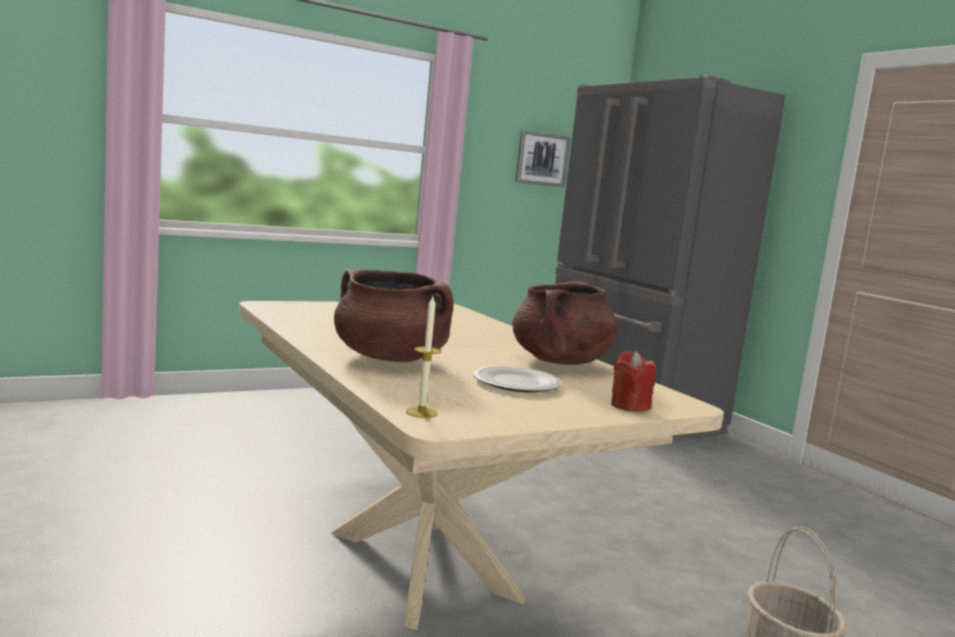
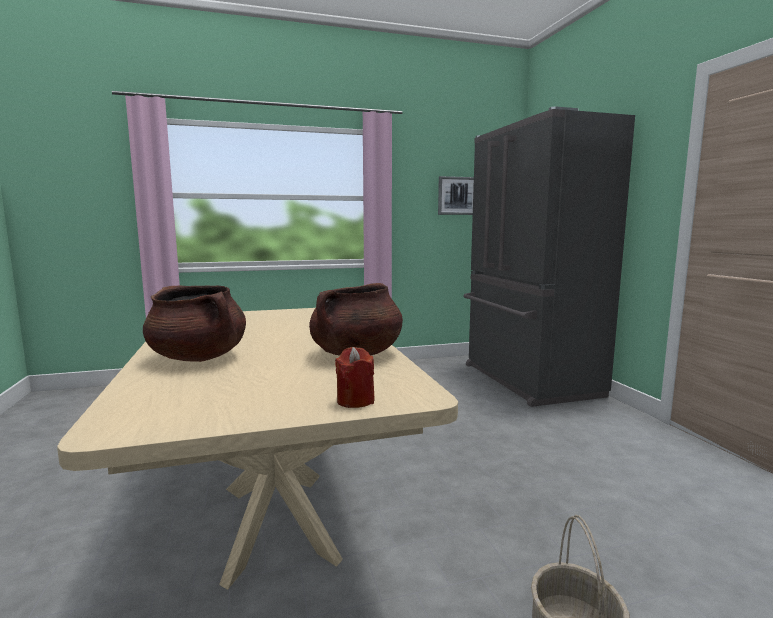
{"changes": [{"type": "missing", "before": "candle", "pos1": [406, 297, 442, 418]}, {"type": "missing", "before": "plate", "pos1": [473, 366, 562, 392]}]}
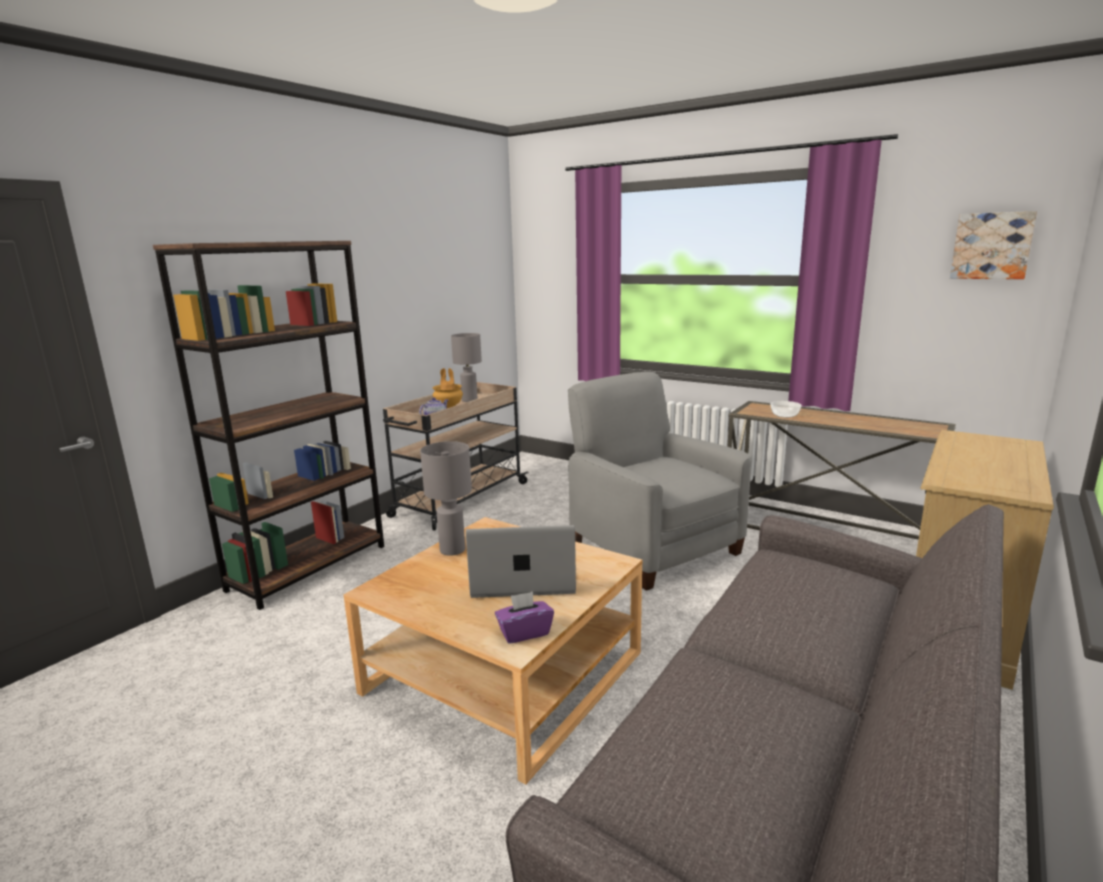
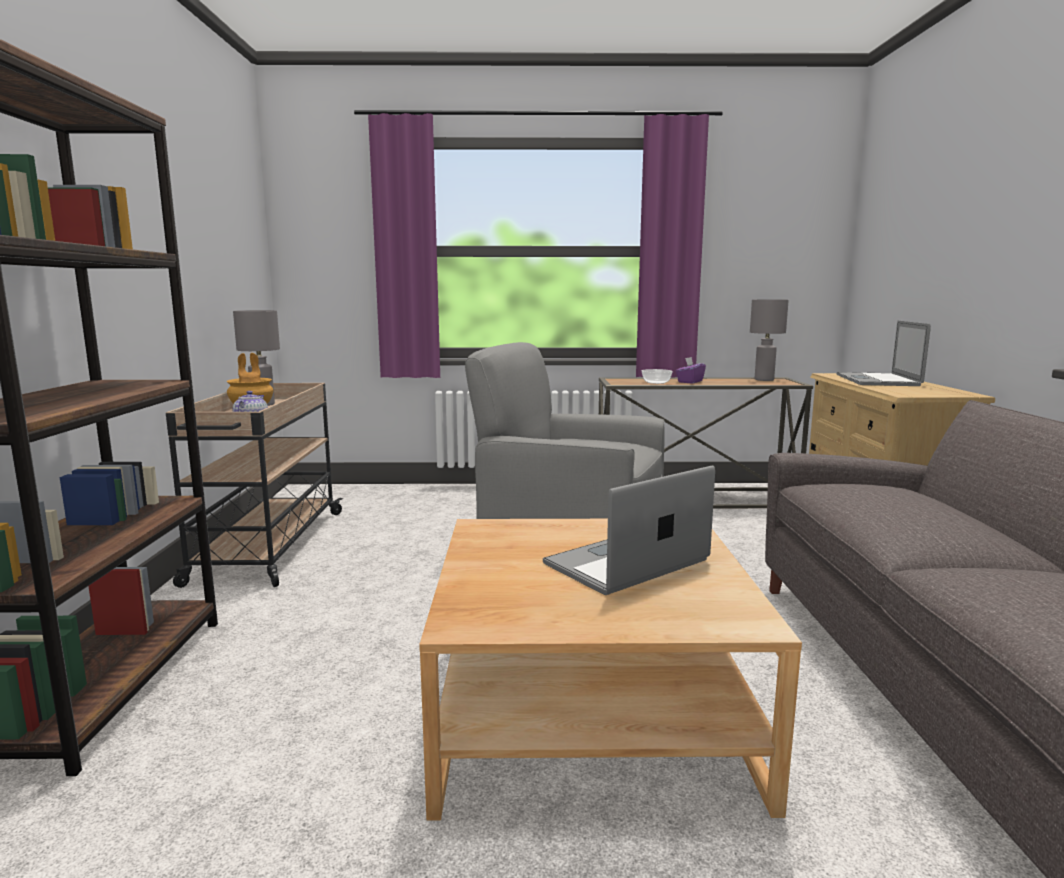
{"changes": [{"type": "relocated", "before": "purple tissue box", "pos1": [495, 592, 554, 644], "pos2": [676, 357, 706, 383]}, {"type": "relocated", "before": "grey table lamp", "pos1": [420, 441, 472, 556], "pos2": [750, 299, 789, 381]}, {"type": "appeared", "after": "laptop", "pos2": [836, 320, 931, 386]}, {"type": "missing", "before": "picture", "pos1": [950, 211, 1037, 279]}]}
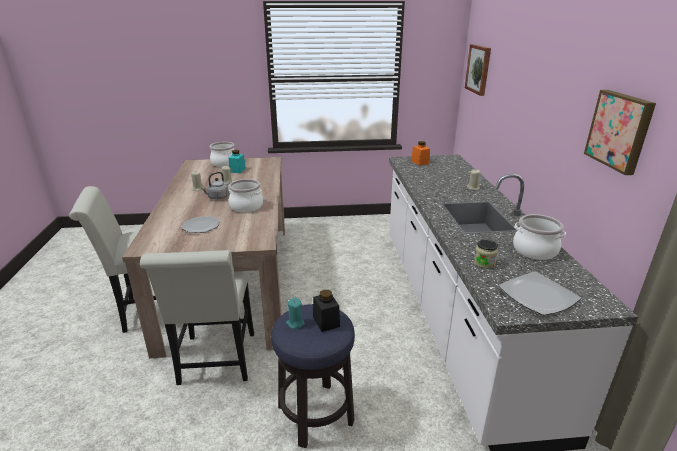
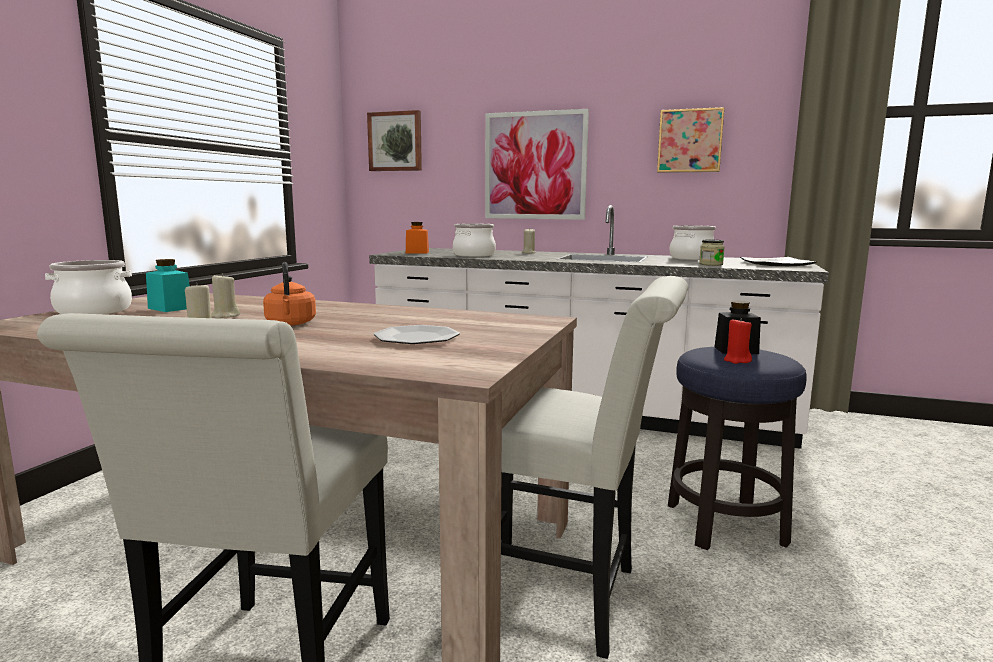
{"changes": [{"type": "colour", "before": "grey kettle", "after": "orange kettle", "pos1": [201, 172, 229, 199], "pos2": [263, 262, 316, 326]}, {"type": "relocated", "before": "cooking pot", "pos1": [228, 179, 263, 212], "pos2": [453, 223, 496, 257]}, {"type": "appeared", "after": "picture", "pos2": [485, 109, 589, 220]}, {"type": "colour", "before": "turquoise candle", "after": "red candle", "pos1": [286, 298, 305, 329], "pos2": [724, 318, 752, 364]}]}
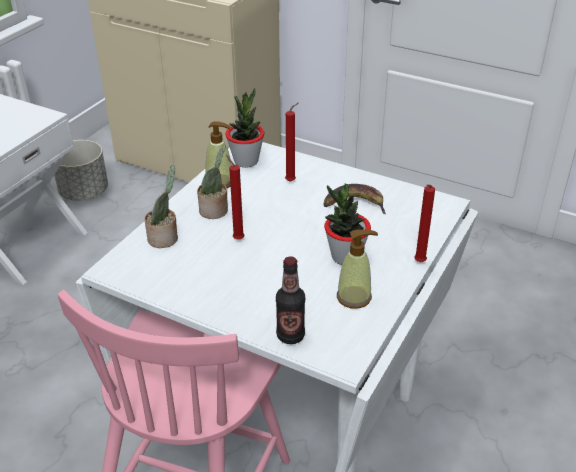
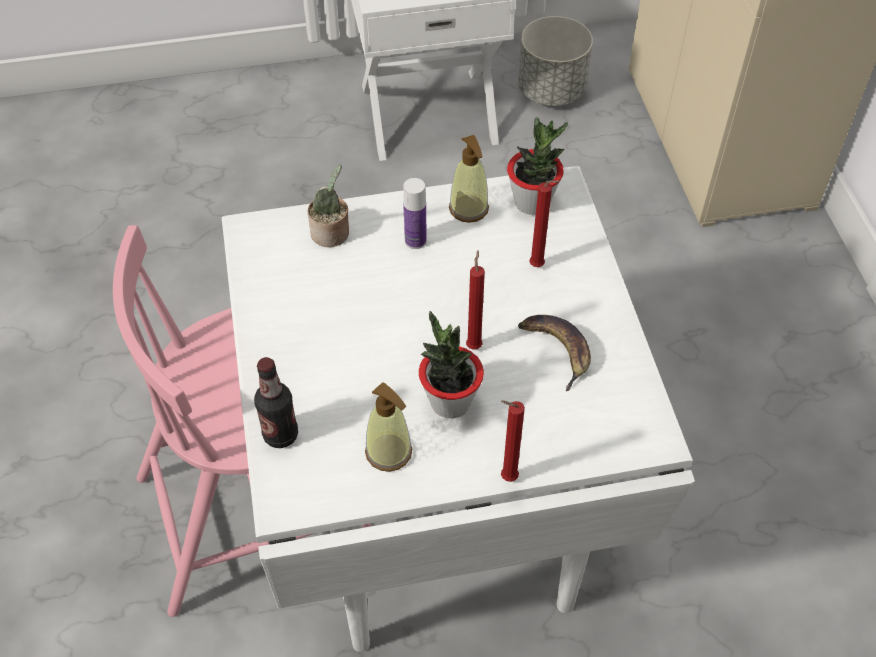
{"changes": [{"type": "exchanged", "before": "potted plant", "after": "bottle", "pos1": [197, 145, 228, 219], "pos2": [403, 178, 427, 249]}, {"type": "relocated", "before": "red candle", "pos1": [226, 155, 244, 240], "pos2": [466, 250, 485, 350]}]}
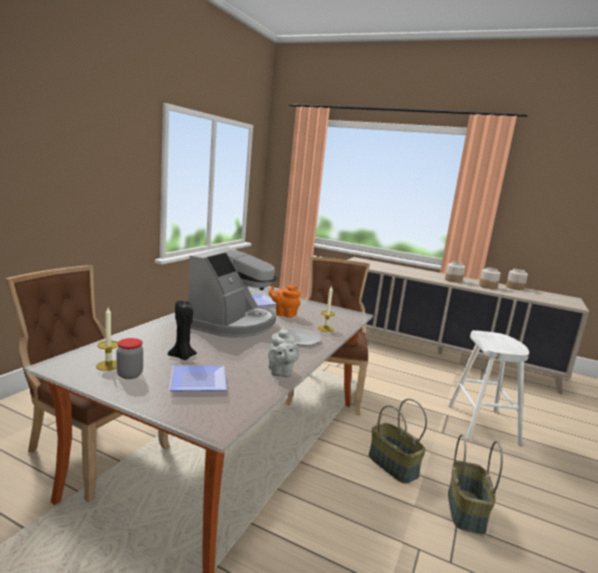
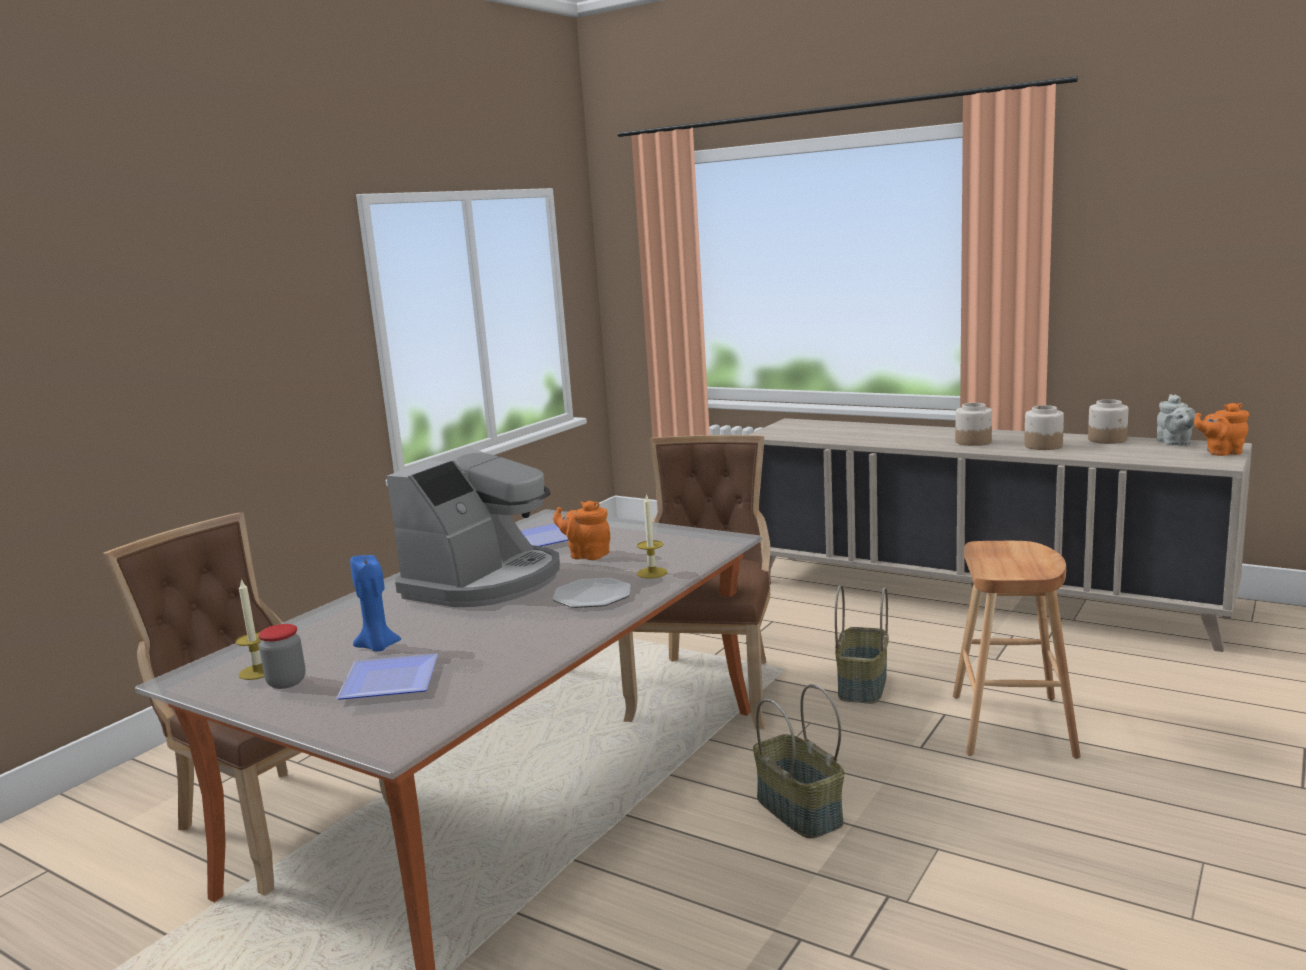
{"changes": [{"type": "colour", "before": "black candle", "after": "blue candle", "pos1": [168, 301, 197, 360], "pos2": [350, 555, 401, 651]}, {"type": "relocated", "before": "basket", "pos1": [448, 434, 503, 534], "pos2": [835, 585, 889, 704]}, {"type": "colour", "before": "white stool", "after": "brown stool", "pos1": [448, 330, 529, 446], "pos2": [953, 541, 1081, 759]}, {"type": "relocated", "before": "grey teapot", "pos1": [268, 328, 299, 378], "pos2": [1157, 394, 1196, 445]}, {"type": "appeared", "after": "orange teapot", "pos2": [1194, 403, 1249, 456]}]}
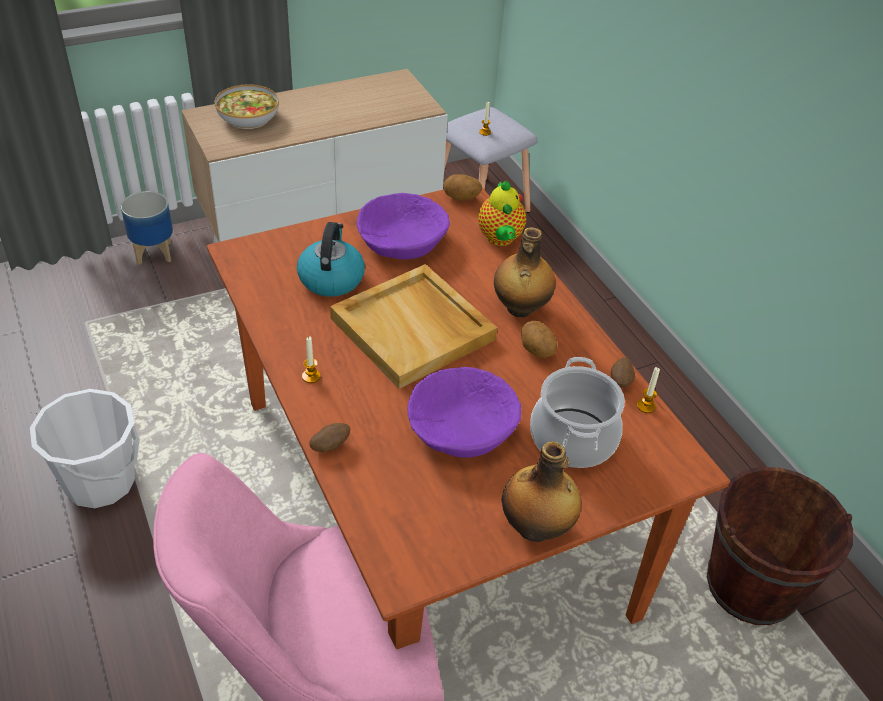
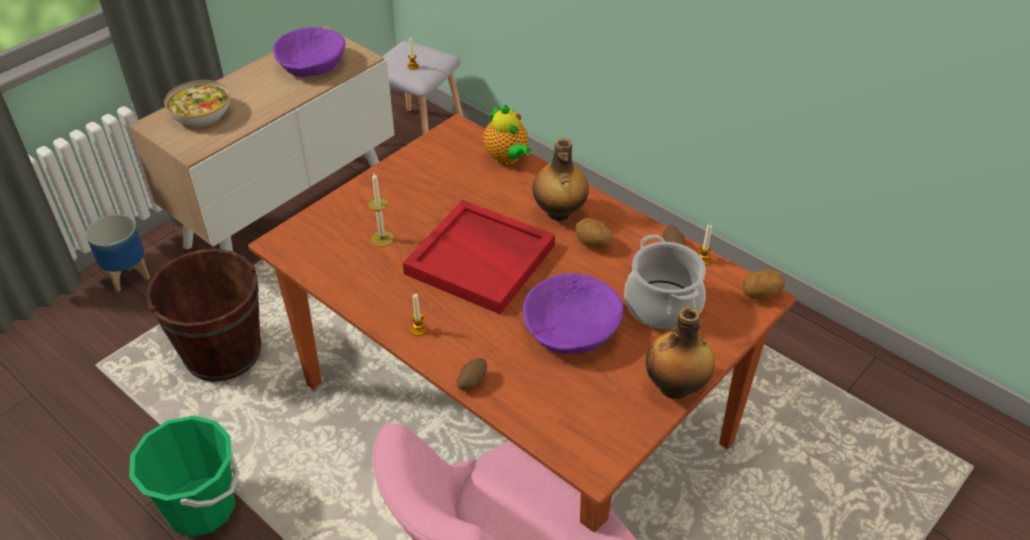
{"changes": [{"type": "colour", "before": "white bucket", "after": "green bucket", "pos1": [30, 389, 140, 508], "pos2": [129, 416, 239, 537]}, {"type": "relocated", "before": "brown bucket", "pos1": [707, 467, 853, 625], "pos2": [146, 249, 261, 382]}, {"type": "relocated", "before": "purple bowl", "pos1": [357, 193, 450, 259], "pos2": [273, 27, 345, 77]}, {"type": "exchanged", "before": "kettle", "after": "candle", "pos1": [297, 222, 365, 297], "pos2": [368, 173, 394, 247]}, {"type": "colour", "before": "beige tray", "after": "red tray", "pos1": [330, 264, 497, 389], "pos2": [403, 200, 555, 314]}, {"type": "relocated", "before": "potato", "pos1": [443, 174, 482, 201], "pos2": [742, 270, 786, 300]}]}
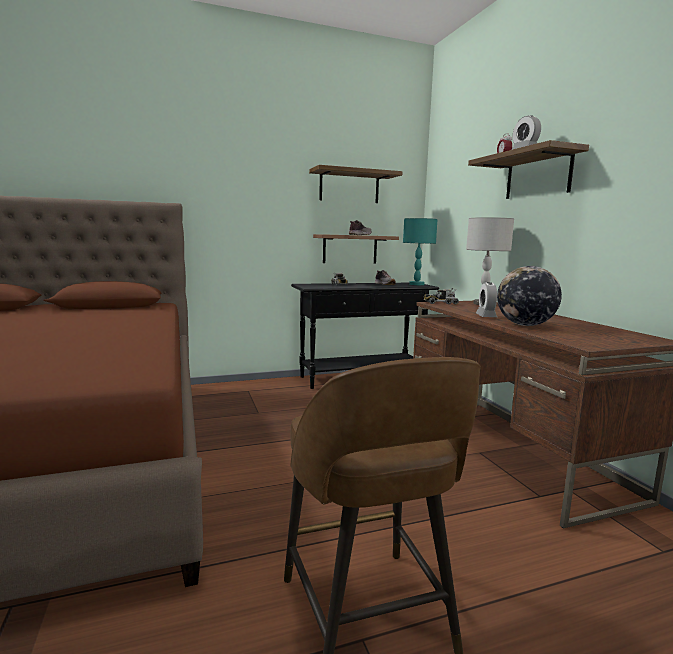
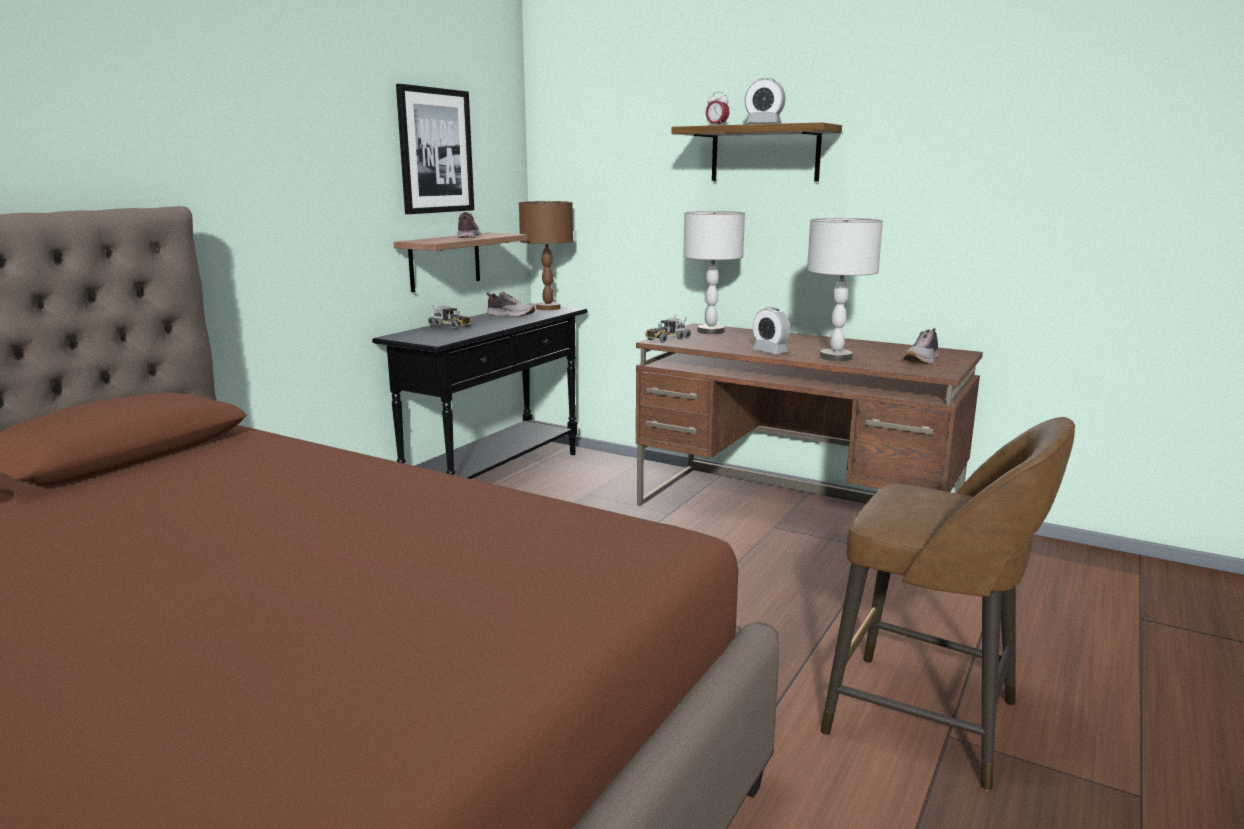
{"changes": [{"type": "exchanged", "before": "shelf", "after": "picture", "pos1": [309, 165, 403, 203], "pos2": [396, 84, 474, 214]}, {"type": "colour", "before": "turquoise table lamp", "after": "brown table lamp", "pos1": [403, 218, 438, 285], "pos2": [519, 201, 573, 310]}, {"type": "exchanged", "before": "globe", "after": "grey table lamp", "pos1": [497, 266, 562, 326], "pos2": [807, 218, 883, 361]}, {"type": "appeared", "after": "shoe", "pos2": [903, 328, 939, 364]}]}
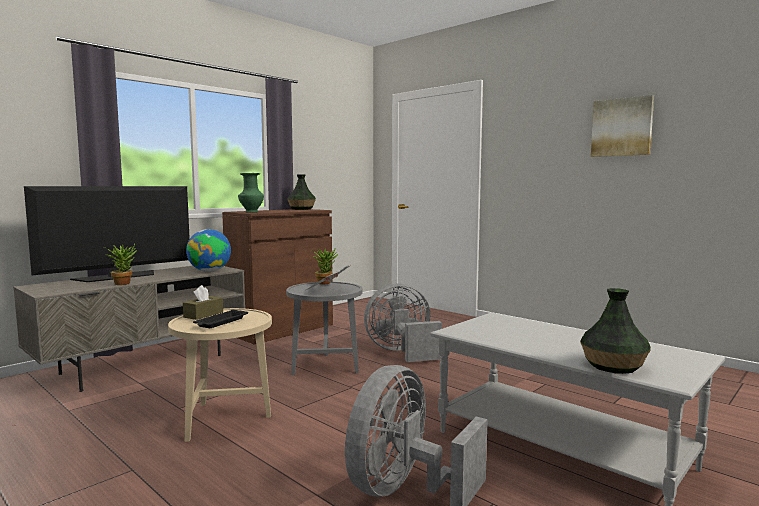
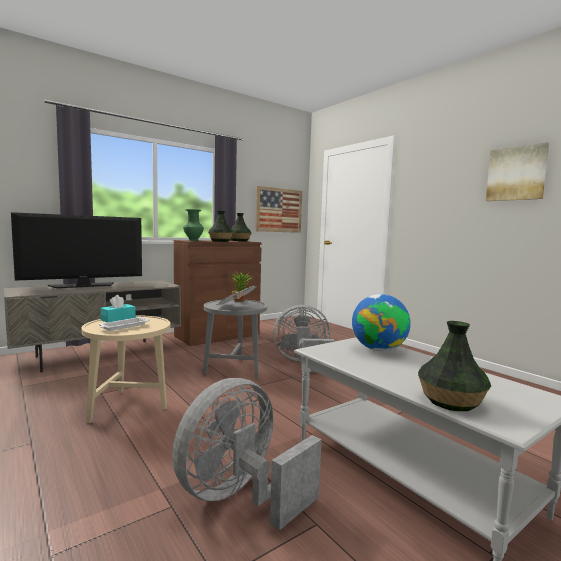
{"changes": [{"type": "colour", "before": "black tray", "after": "white tray", "pos1": [193, 309, 248, 328], "pos2": [99, 316, 150, 331]}, {"type": "colour", "before": "brown tissue box", "after": "turquoise tissue box", "pos1": [183, 285, 223, 320], "pos2": [100, 295, 136, 322]}, {"type": "appeared", "after": "vase", "pos2": [208, 211, 233, 242]}, {"type": "appeared", "after": "picture", "pos2": [255, 186, 302, 233]}, {"type": "relocated", "before": "globe", "pos1": [186, 229, 231, 272], "pos2": [352, 294, 411, 351]}, {"type": "missing", "before": "potted plant", "pos1": [104, 244, 137, 285]}]}
